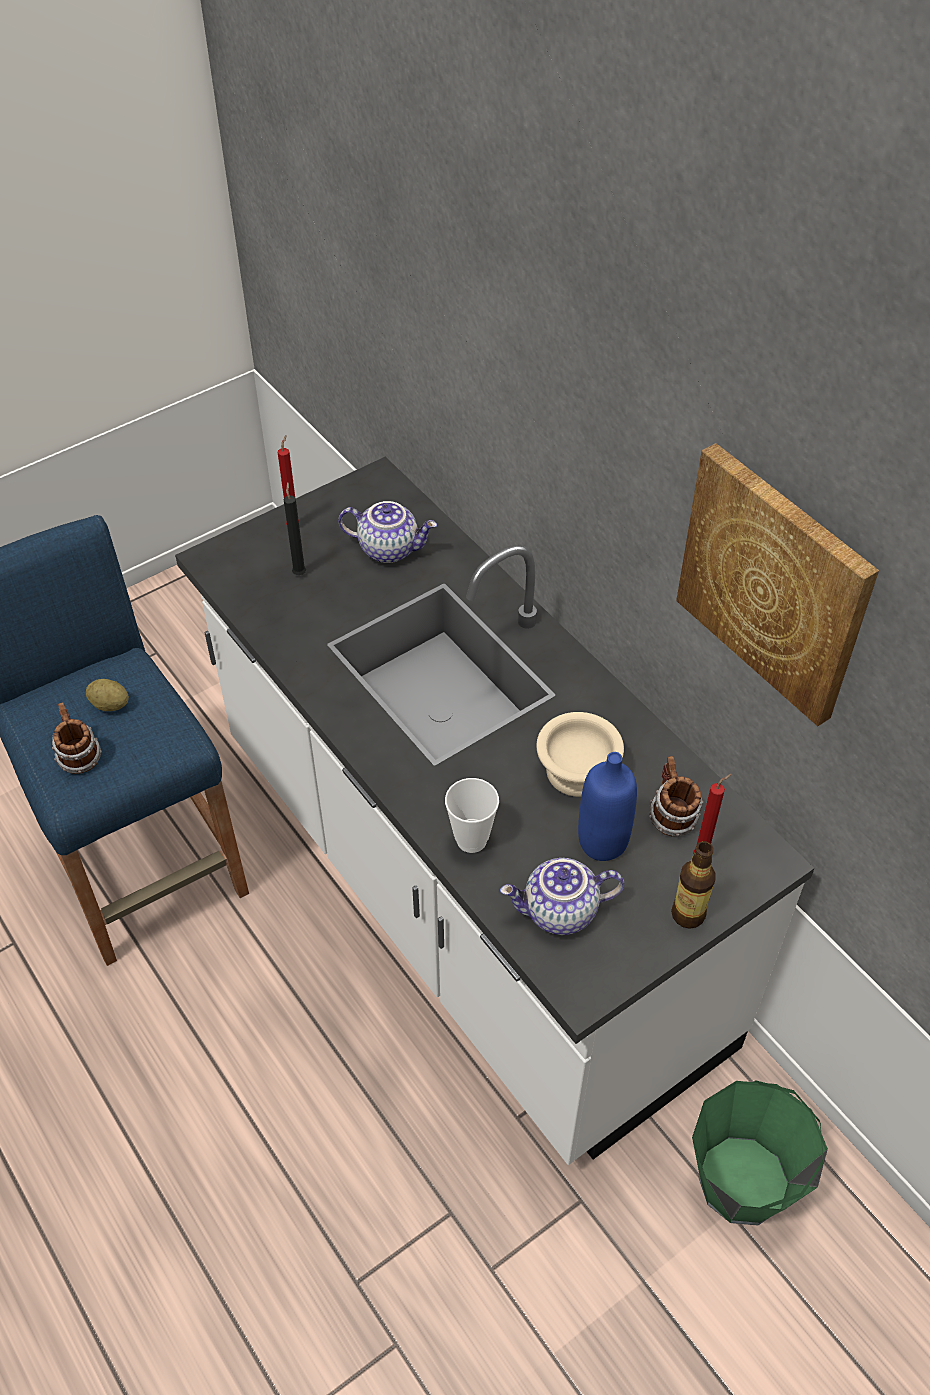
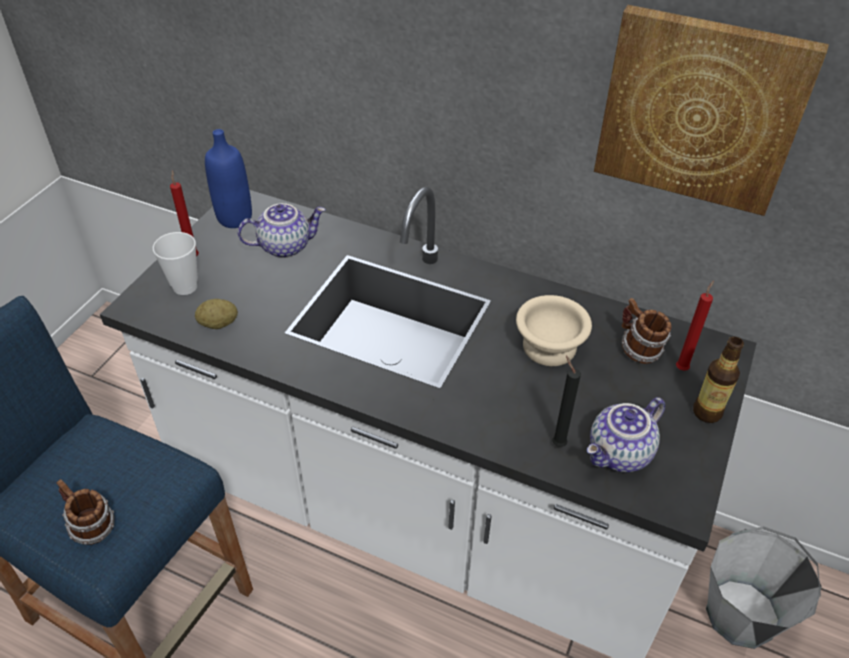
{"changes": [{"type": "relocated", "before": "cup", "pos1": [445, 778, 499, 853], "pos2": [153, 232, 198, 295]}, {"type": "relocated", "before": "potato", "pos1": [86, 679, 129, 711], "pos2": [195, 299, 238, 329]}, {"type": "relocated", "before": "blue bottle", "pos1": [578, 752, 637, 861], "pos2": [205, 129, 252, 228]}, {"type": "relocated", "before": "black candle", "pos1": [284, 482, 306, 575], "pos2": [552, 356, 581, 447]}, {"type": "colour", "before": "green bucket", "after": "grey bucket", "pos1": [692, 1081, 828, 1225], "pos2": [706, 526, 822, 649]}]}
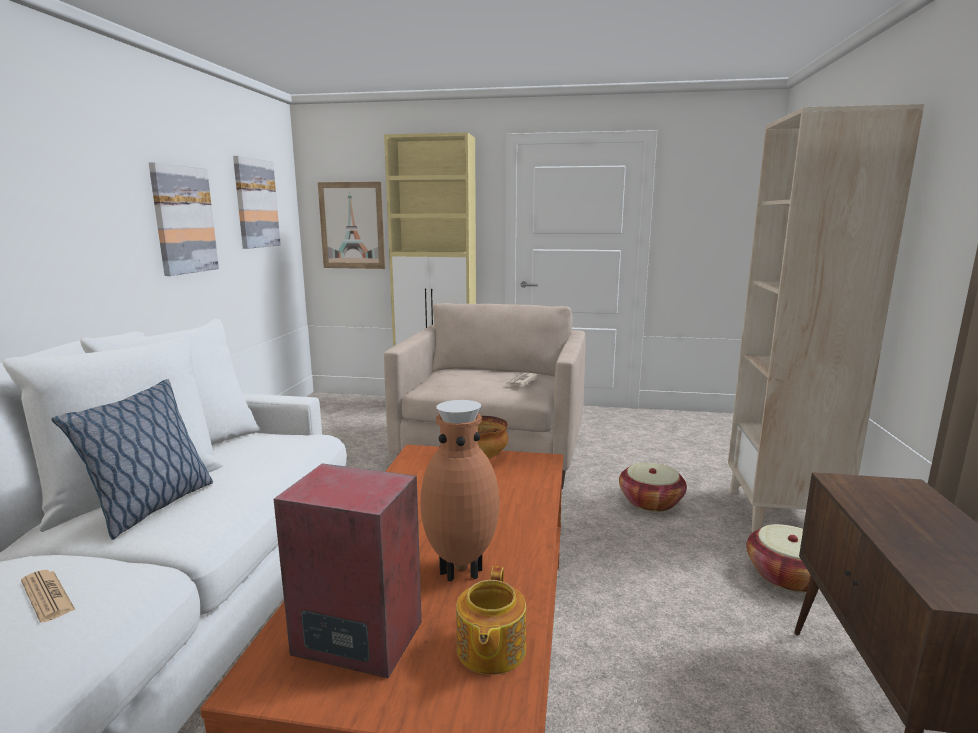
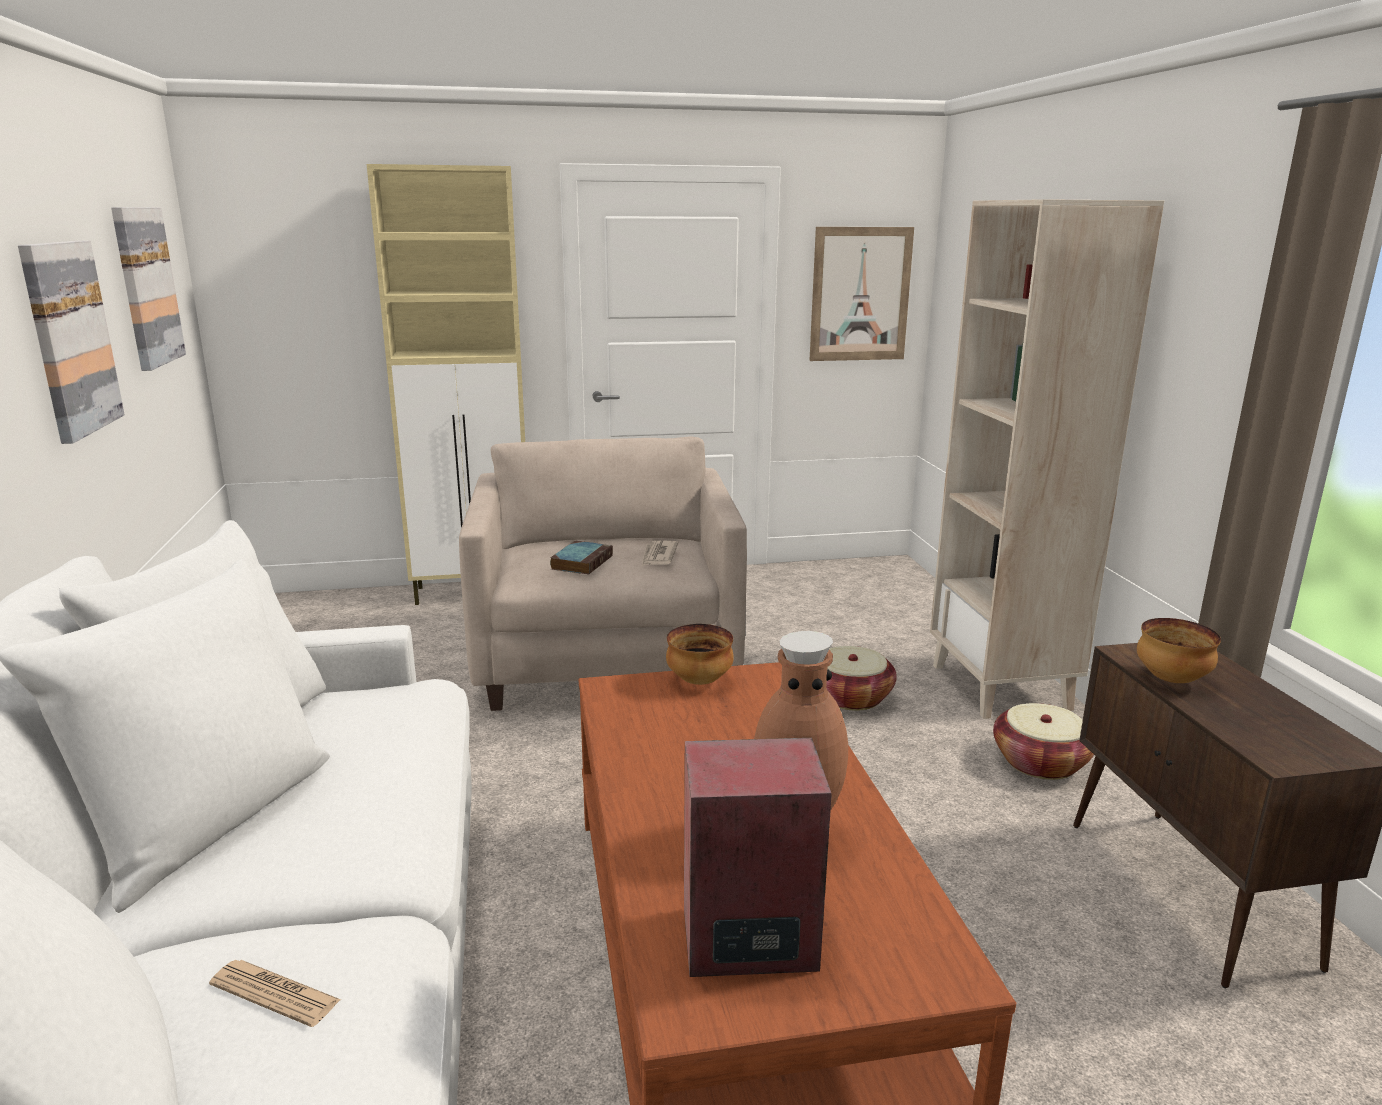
{"changes": [{"type": "appeared", "after": "book", "pos2": [550, 541, 613, 575]}, {"type": "relocated", "before": "picture", "pos1": [318, 182, 385, 269], "pos2": [809, 227, 914, 361]}, {"type": "appeared", "after": "bowl", "pos2": [1137, 618, 1221, 683]}, {"type": "missing", "before": "pillow", "pos1": [51, 379, 213, 540]}, {"type": "missing", "before": "teapot", "pos1": [456, 566, 526, 675]}]}
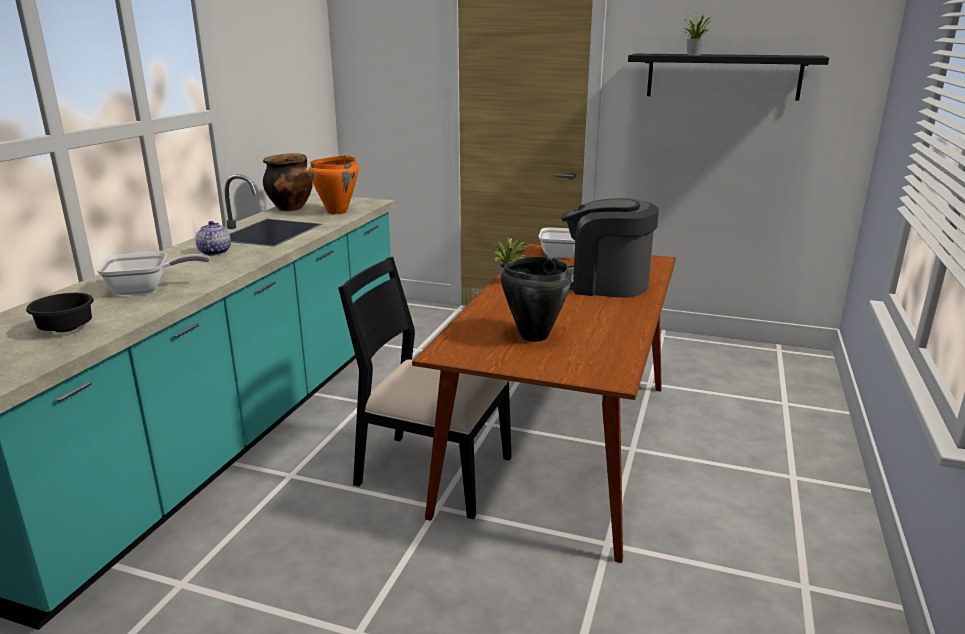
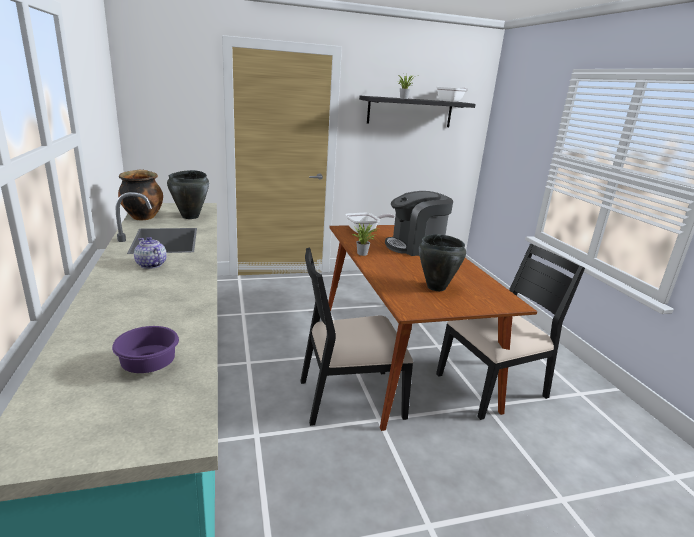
{"changes": [{"type": "colour", "before": "black bowl", "after": "purple bowl", "pos1": [26, 293, 94, 332], "pos2": [112, 326, 179, 373]}, {"type": "colour", "before": "orange cooking pot", "after": "black cooking pot", "pos1": [309, 156, 359, 215], "pos2": [167, 170, 209, 219]}, {"type": "relocated", "before": "frying pan", "pos1": [97, 252, 210, 295], "pos2": [436, 87, 468, 102]}, {"type": "appeared", "after": "black chair", "pos2": [436, 243, 585, 420]}]}
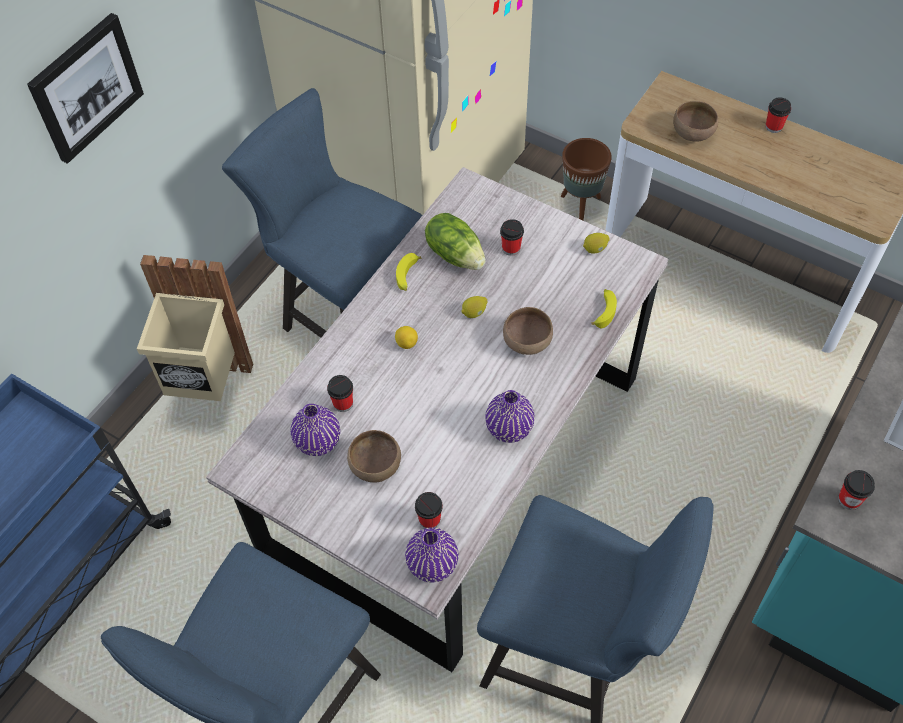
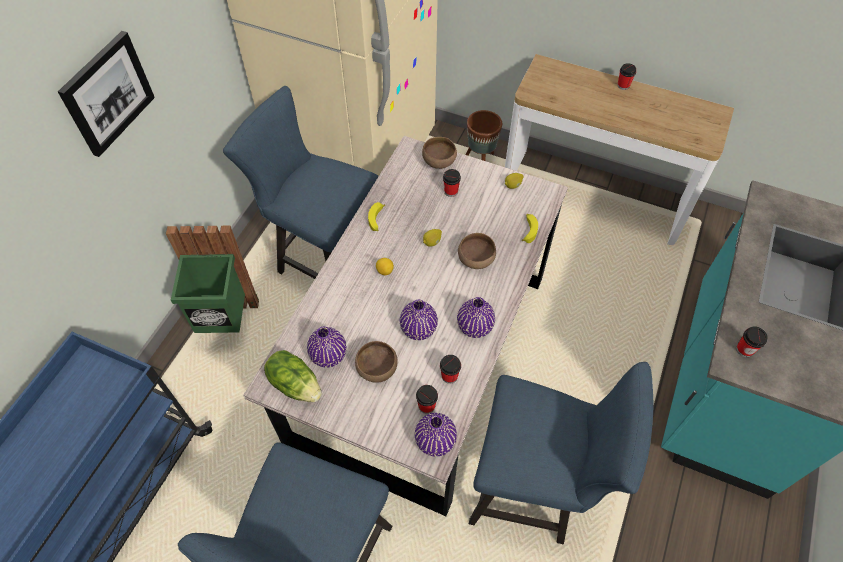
{"changes": [{"type": "colour", "before": "beige trash can", "after": "green trash can", "pos1": [137, 255, 254, 401], "pos2": [166, 226, 259, 333]}, {"type": "relocated", "before": "lettuce", "pos1": [425, 213, 485, 270], "pos2": [264, 350, 322, 402]}, {"type": "appeared", "after": "purple vase", "pos2": [400, 299, 438, 340]}, {"type": "relocated", "before": "brown bowl", "pos1": [673, 101, 718, 142], "pos2": [422, 137, 457, 169]}, {"type": "relocated", "before": "cup", "pos1": [327, 375, 353, 412], "pos2": [440, 355, 461, 384]}]}
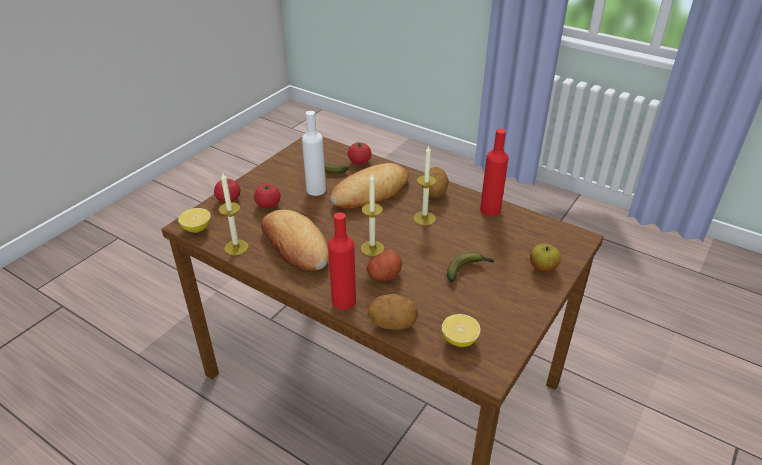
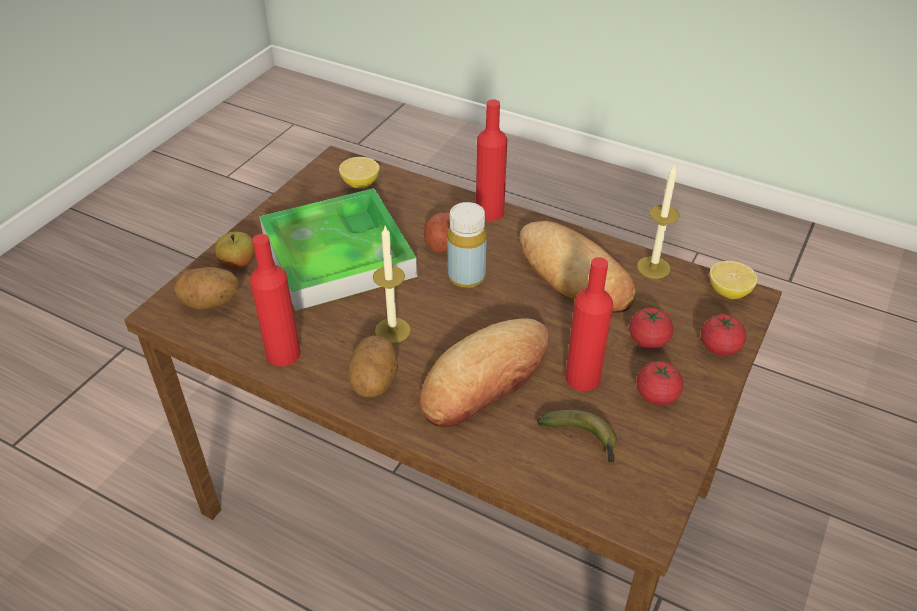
{"changes": [{"type": "relocated", "before": "potato", "pos1": [368, 294, 418, 330], "pos2": [174, 267, 240, 310]}, {"type": "exchanged", "before": "banana", "after": "tray", "pos1": [447, 252, 494, 282], "pos2": [259, 188, 417, 311]}, {"type": "exchanged", "before": "candle", "after": "yellow bottle", "pos1": [361, 174, 385, 256], "pos2": [447, 202, 487, 288]}, {"type": "colour", "before": "white bottle", "after": "red bottle", "pos1": [302, 111, 326, 196], "pos2": [566, 257, 613, 391]}, {"type": "relocated", "before": "tomato", "pos1": [348, 142, 372, 164], "pos2": [636, 361, 683, 405]}]}
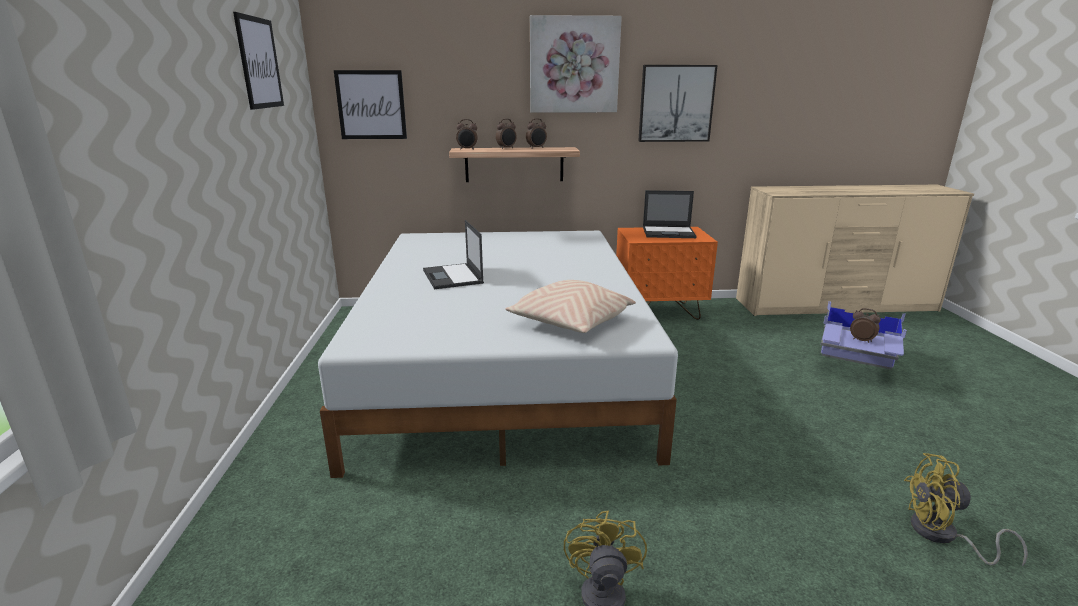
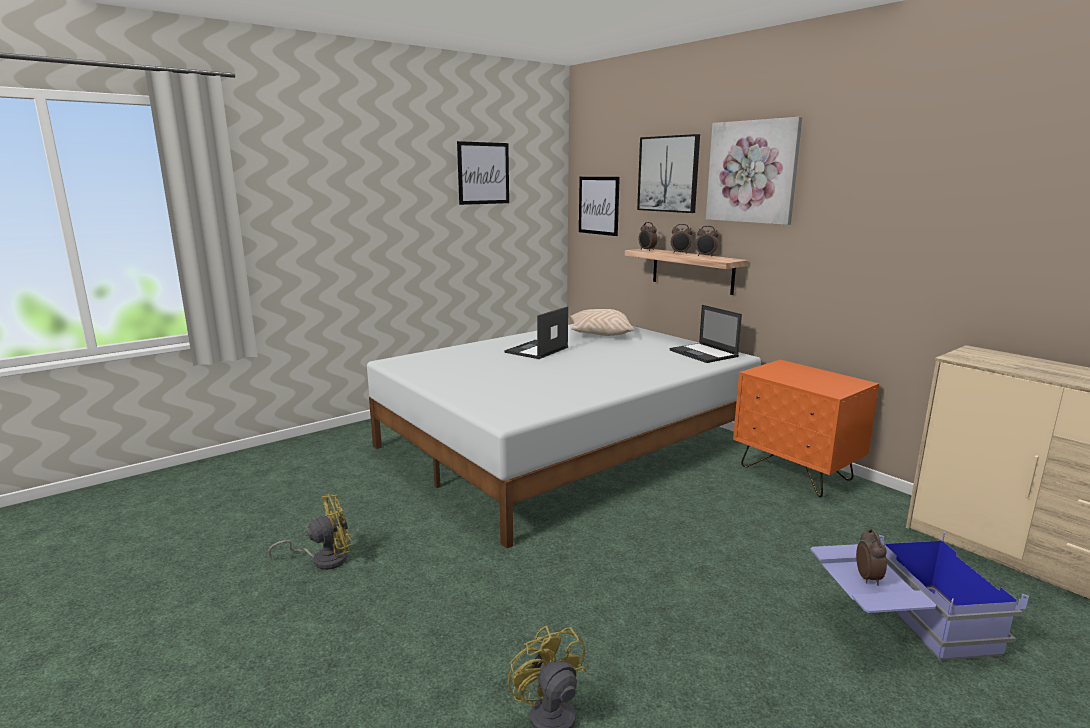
{"changes": [{"type": "relocated", "before": "beige pillow", "pos1": [505, 280, 636, 333], "pos2": [570, 309, 634, 336]}, {"type": "relocated", "before": "picture", "pos1": [638, 65, 717, 142], "pos2": [637, 134, 700, 213]}, {"type": "relocated", "before": "laptop", "pos1": [643, 190, 697, 238], "pos2": [670, 305, 742, 363]}]}
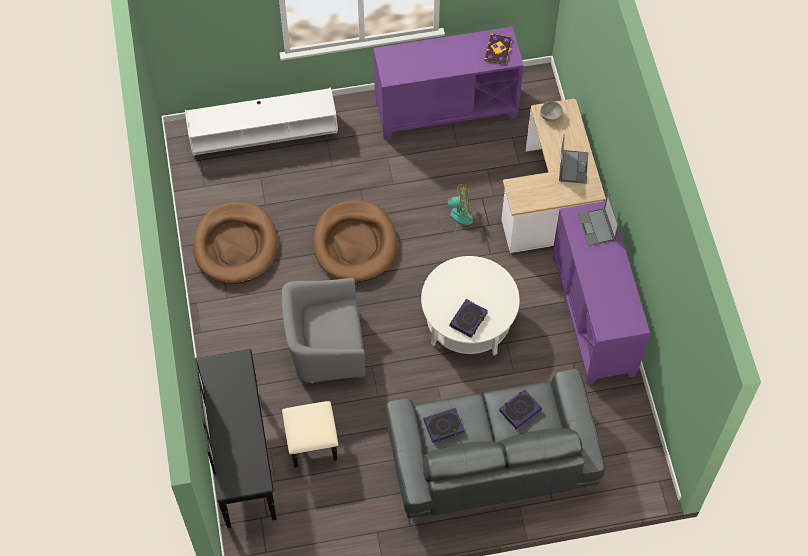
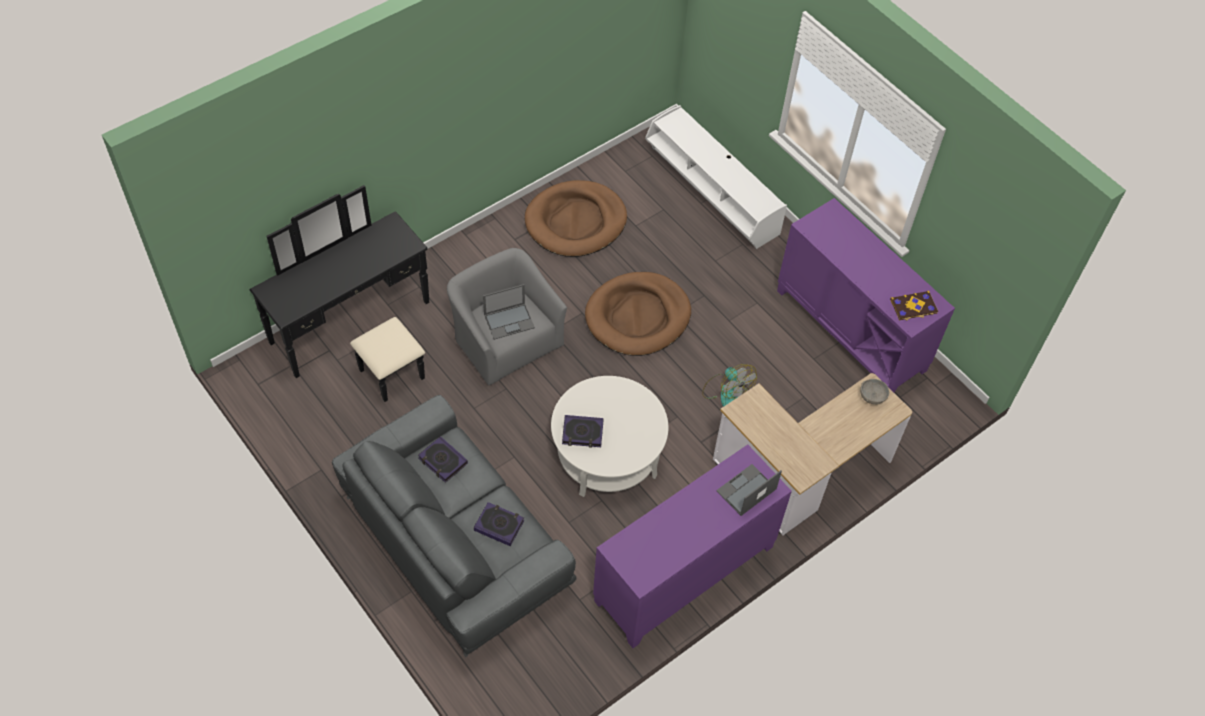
{"changes": [{"type": "relocated", "before": "laptop", "pos1": [559, 135, 589, 184], "pos2": [483, 284, 535, 340]}]}
